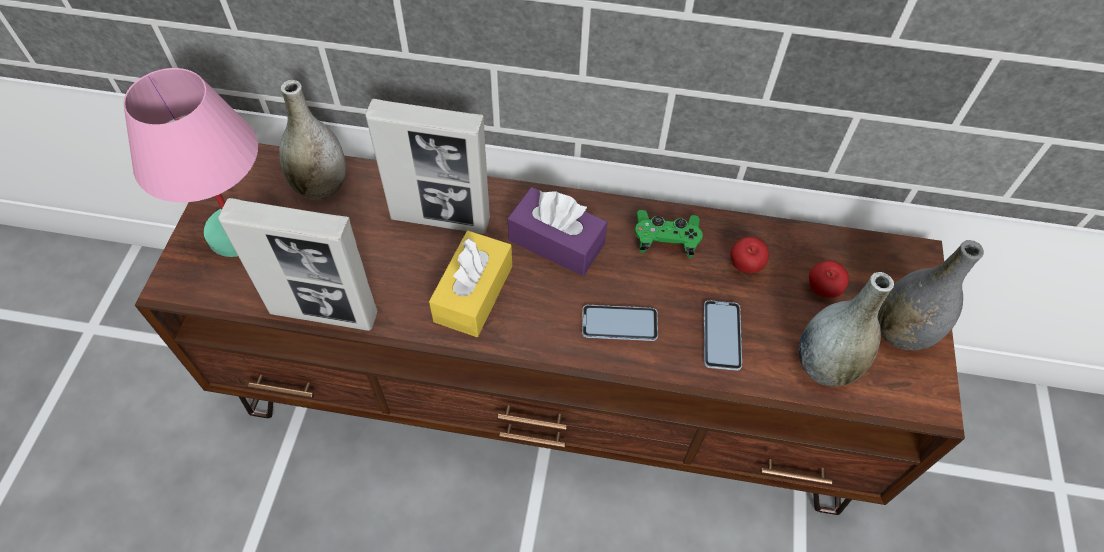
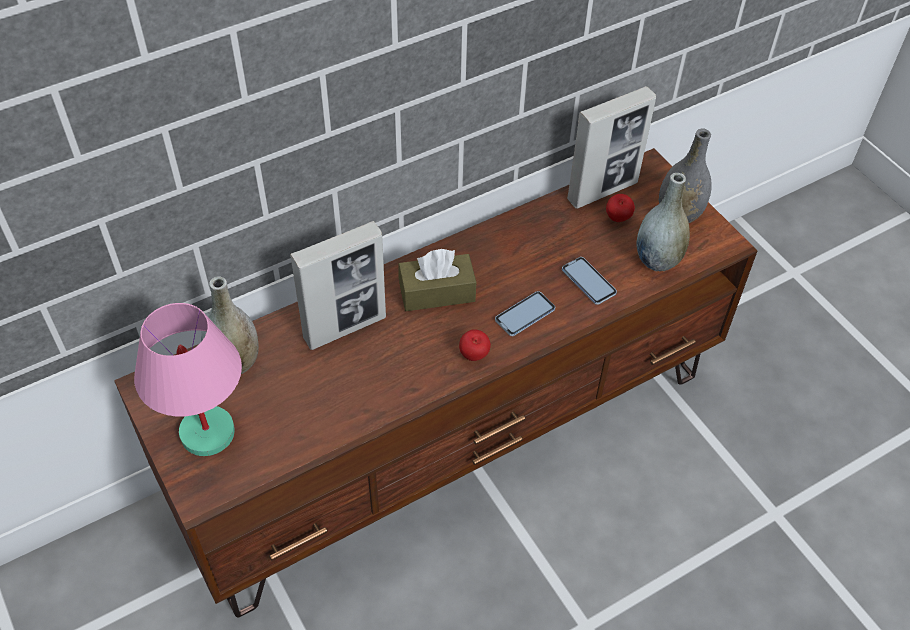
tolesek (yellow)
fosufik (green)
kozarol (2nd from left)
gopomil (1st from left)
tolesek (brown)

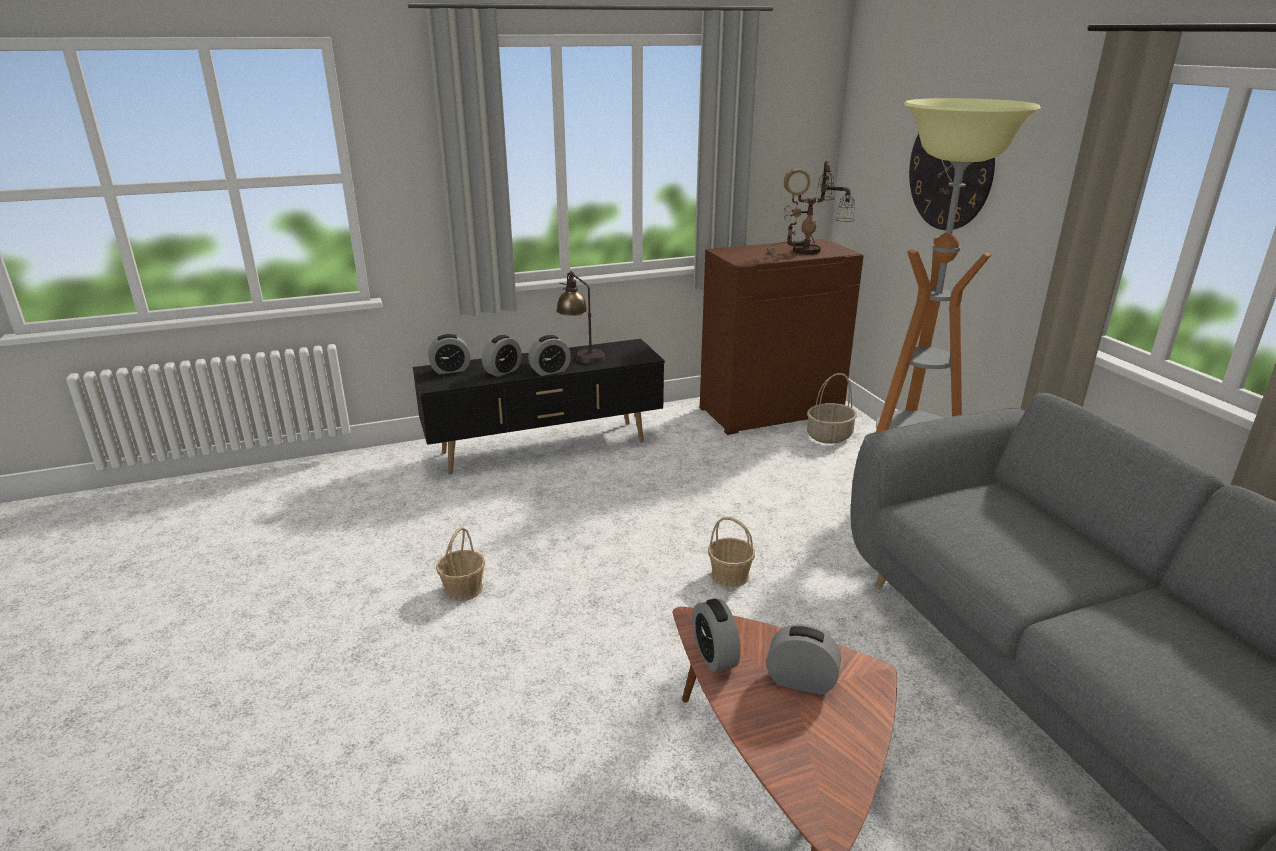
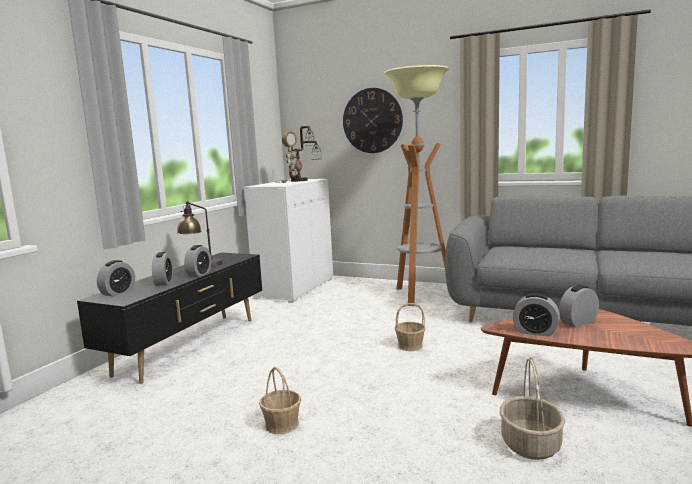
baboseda (3rd from left)
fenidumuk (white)

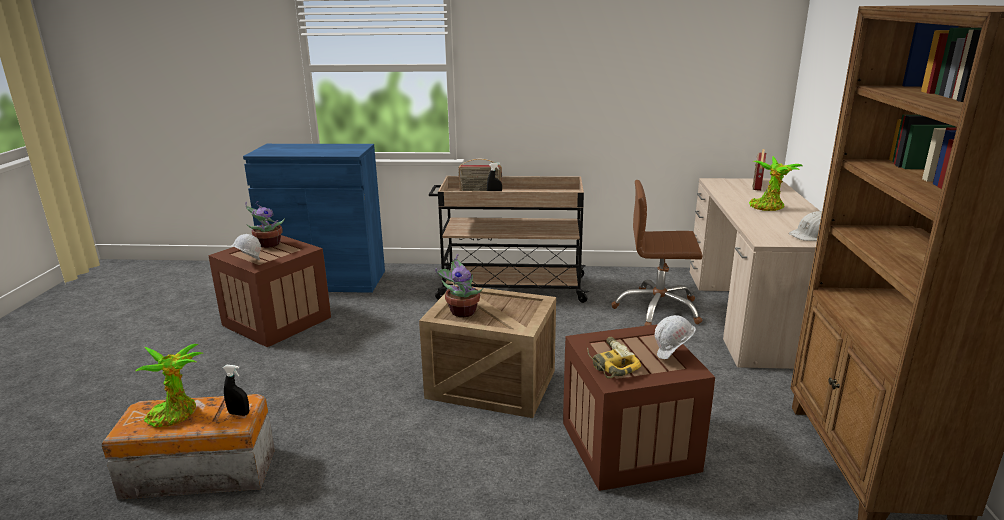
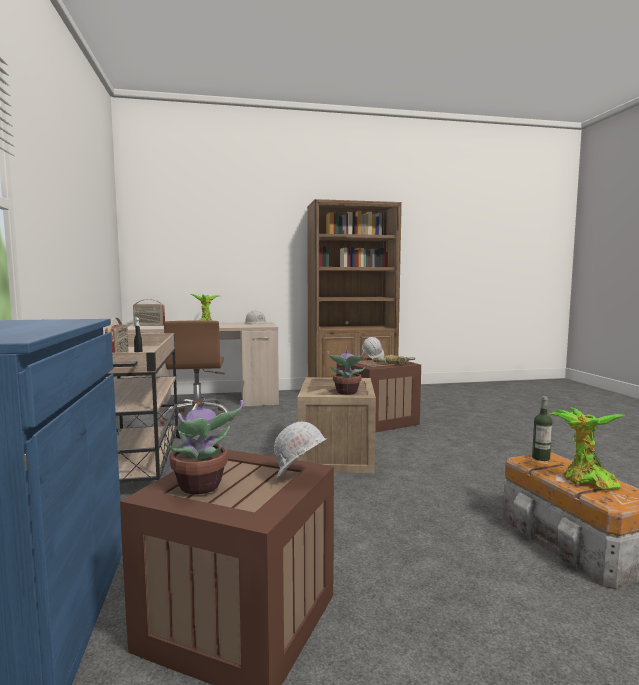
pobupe

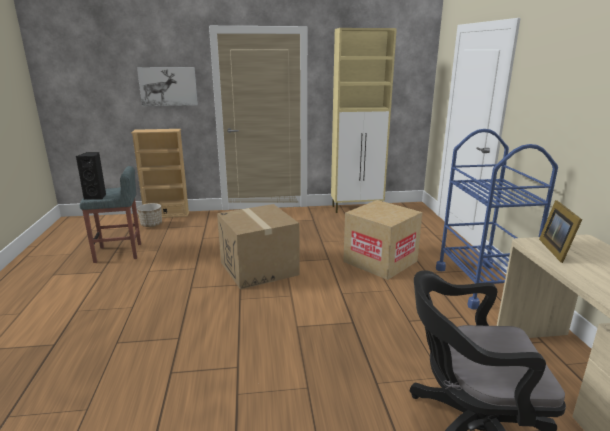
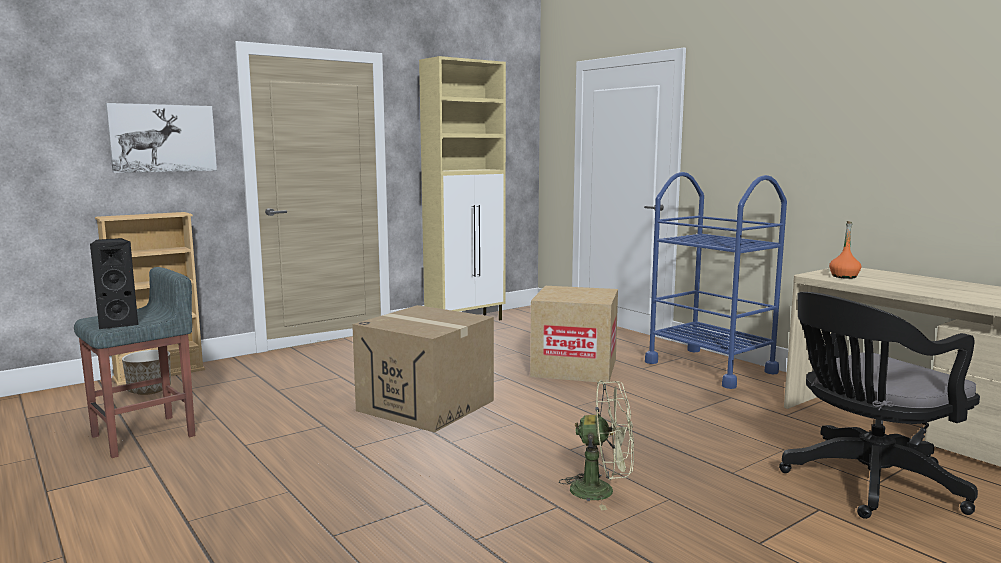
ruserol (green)
pobupe (orange)

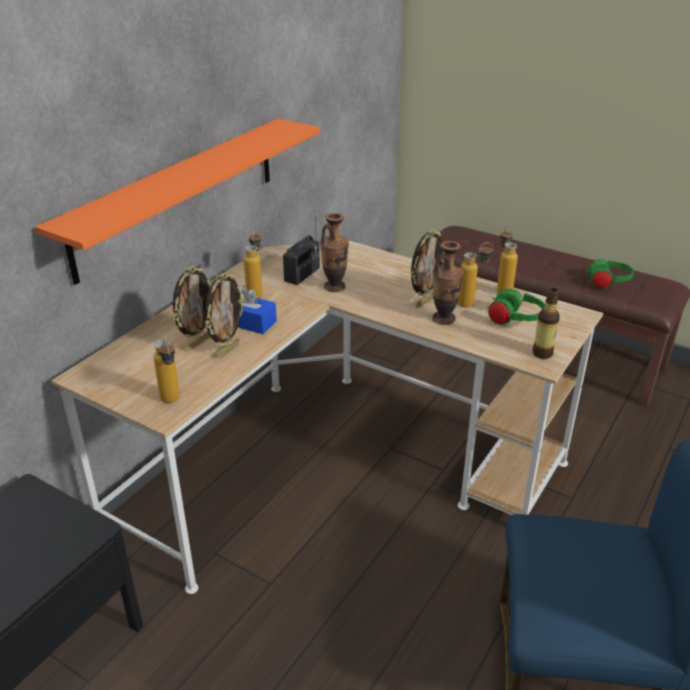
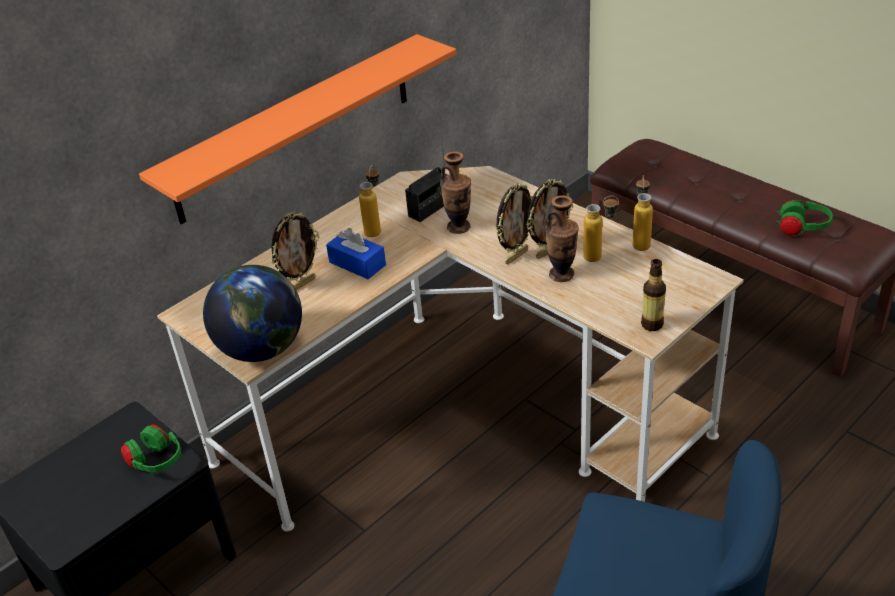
kozarol (2nd from left)
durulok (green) (1st from left)
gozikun

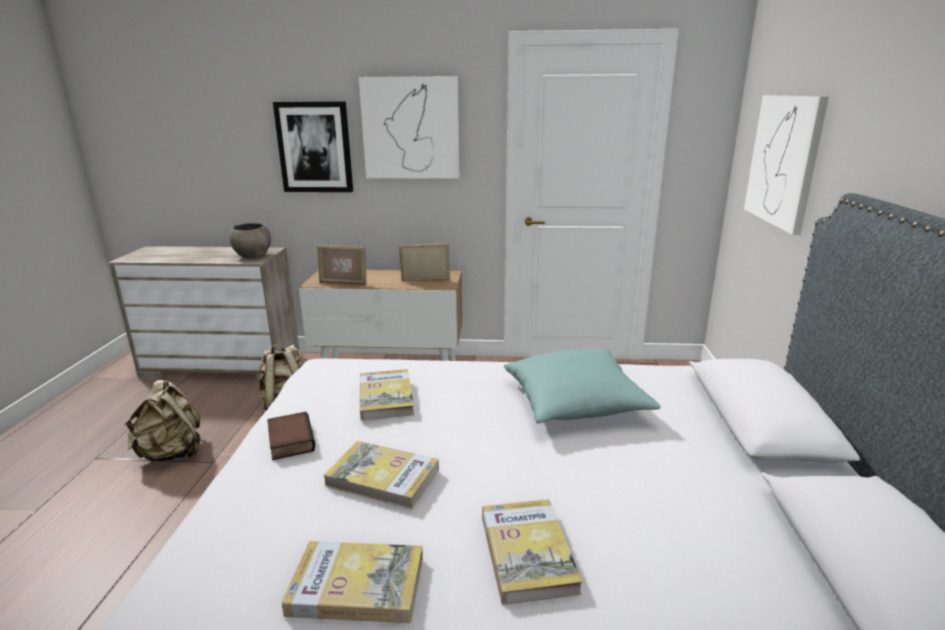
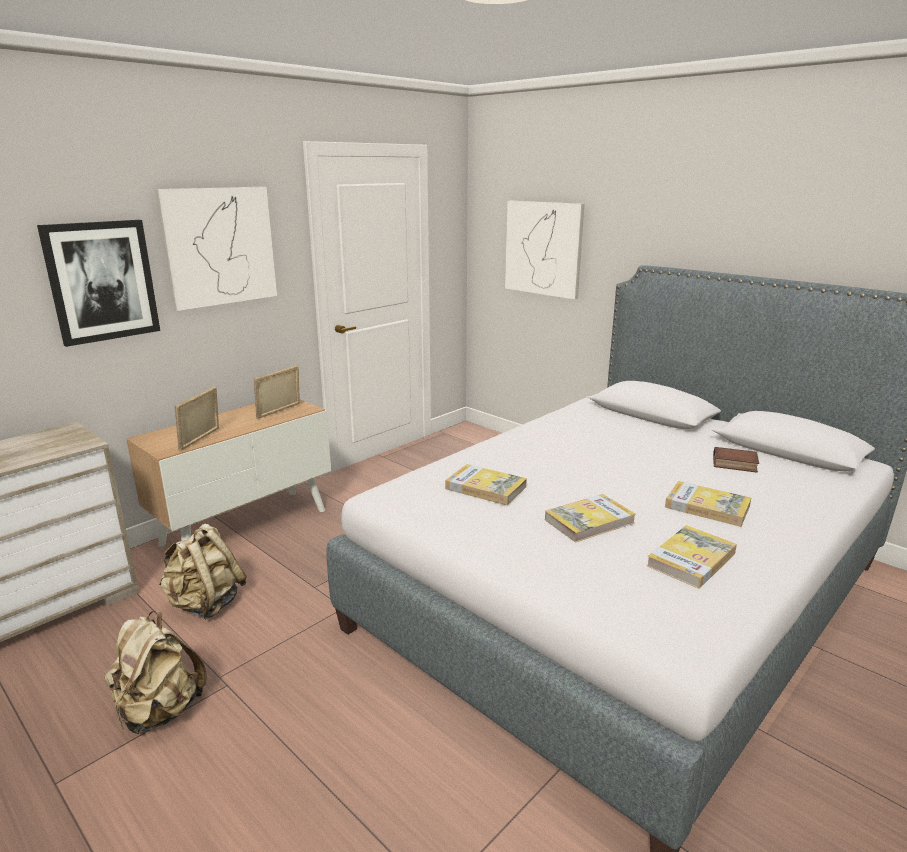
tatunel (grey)
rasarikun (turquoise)
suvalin (5th from left)
kozarol (1st from left)

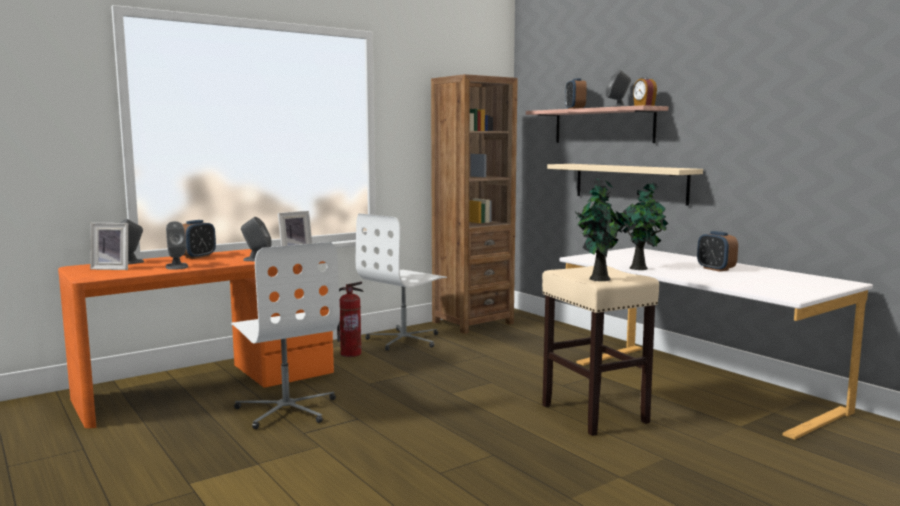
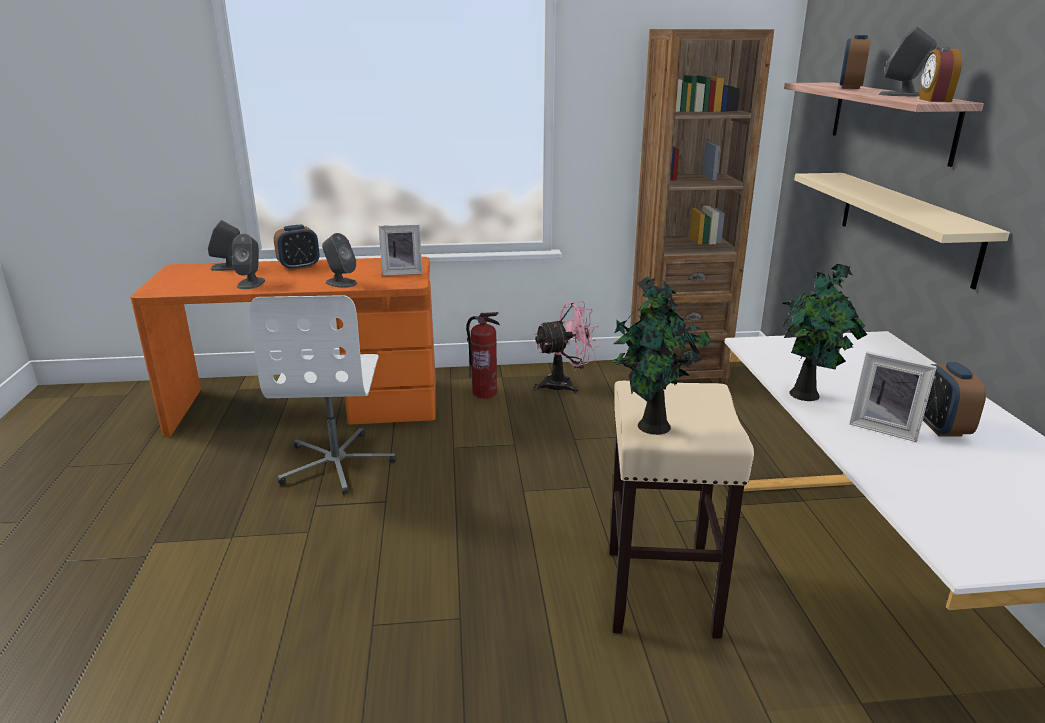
kozarol (2nd from left)
ruserol (pink)

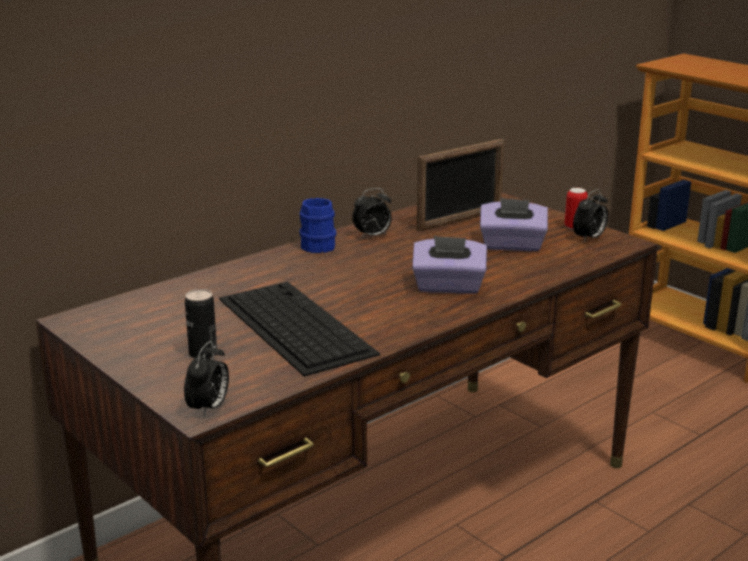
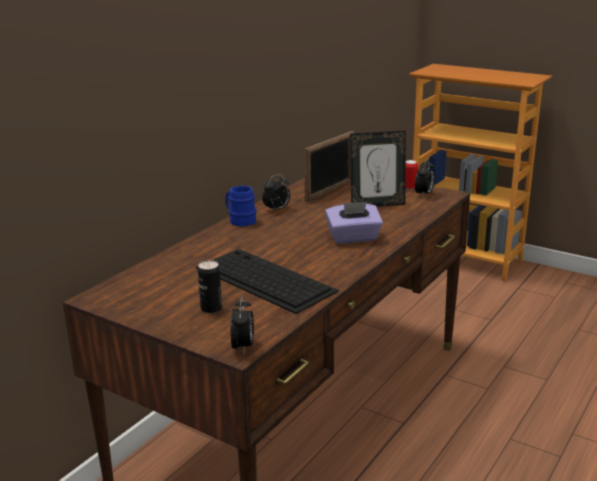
kozarol (2nd from left)

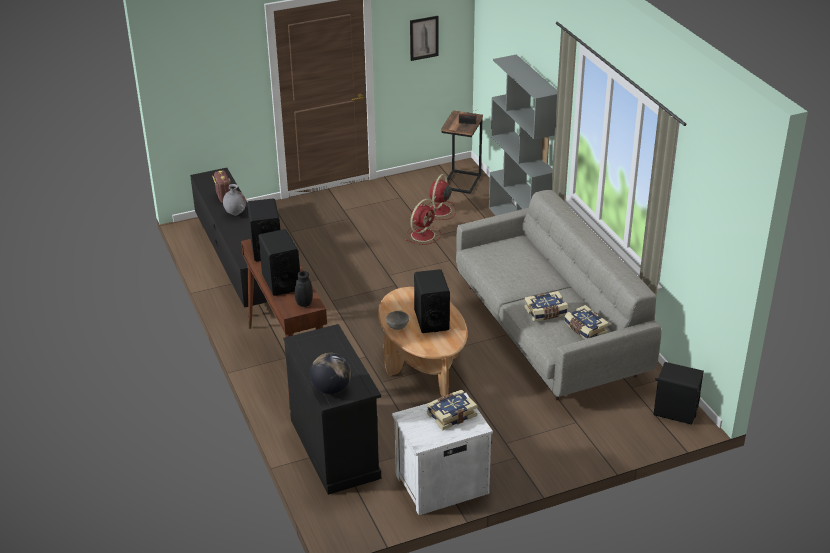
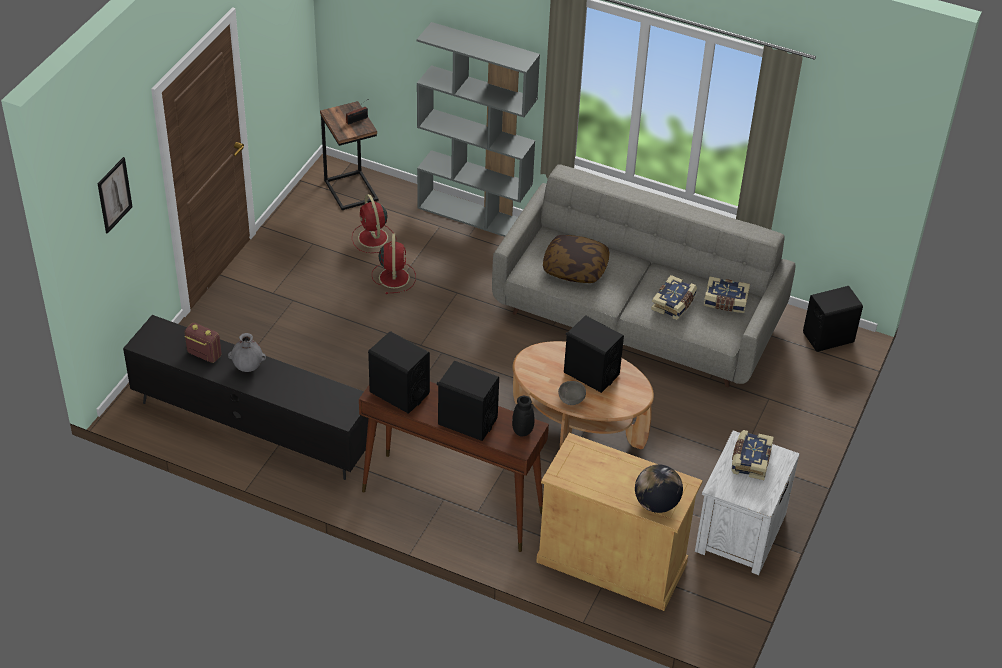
rasarikun
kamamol
fenidumuk (beige)

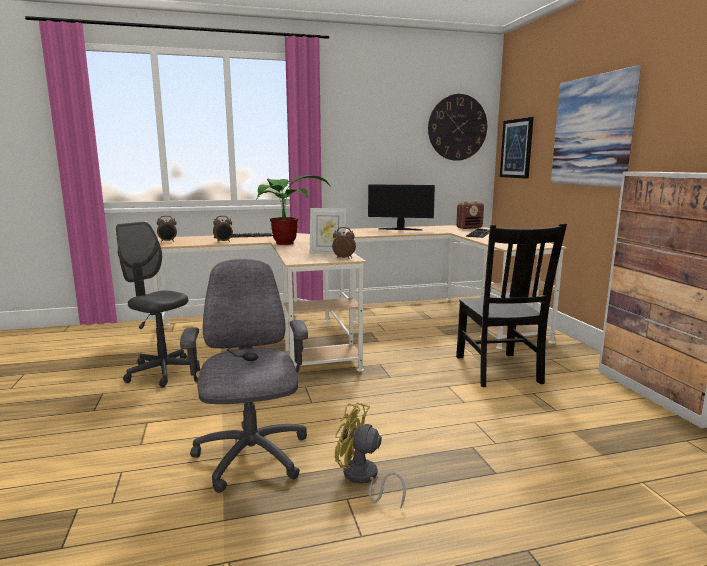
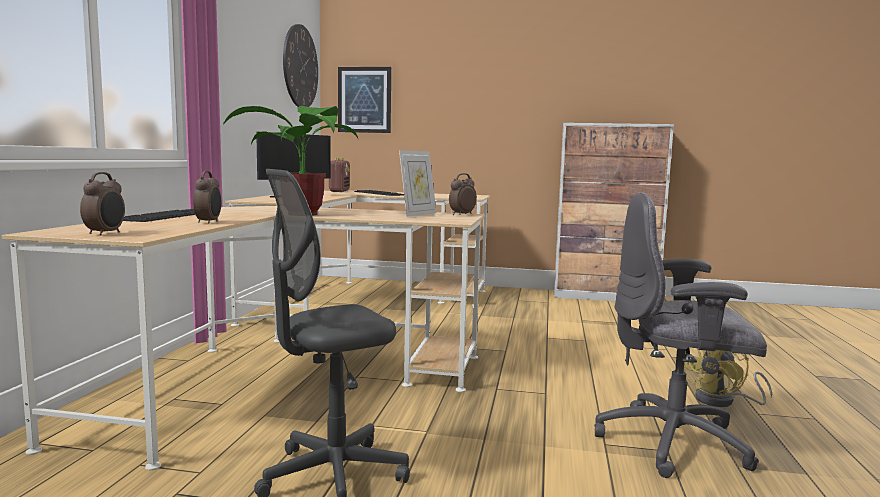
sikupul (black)
kamamol (2nd from left in the first image)

